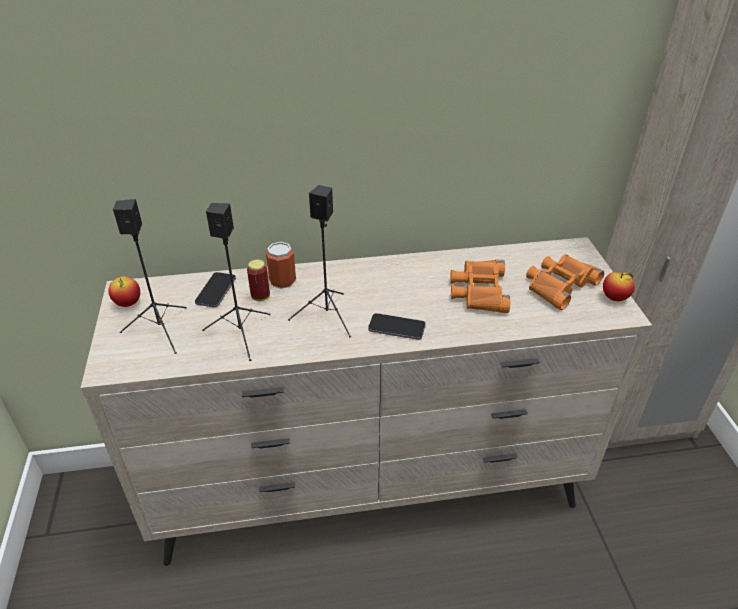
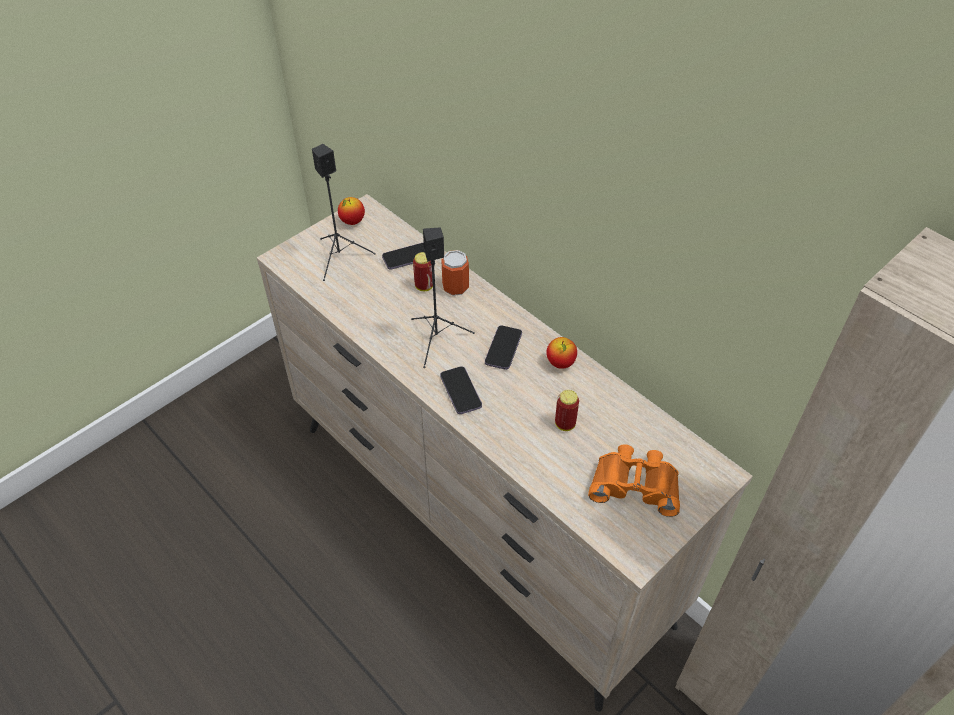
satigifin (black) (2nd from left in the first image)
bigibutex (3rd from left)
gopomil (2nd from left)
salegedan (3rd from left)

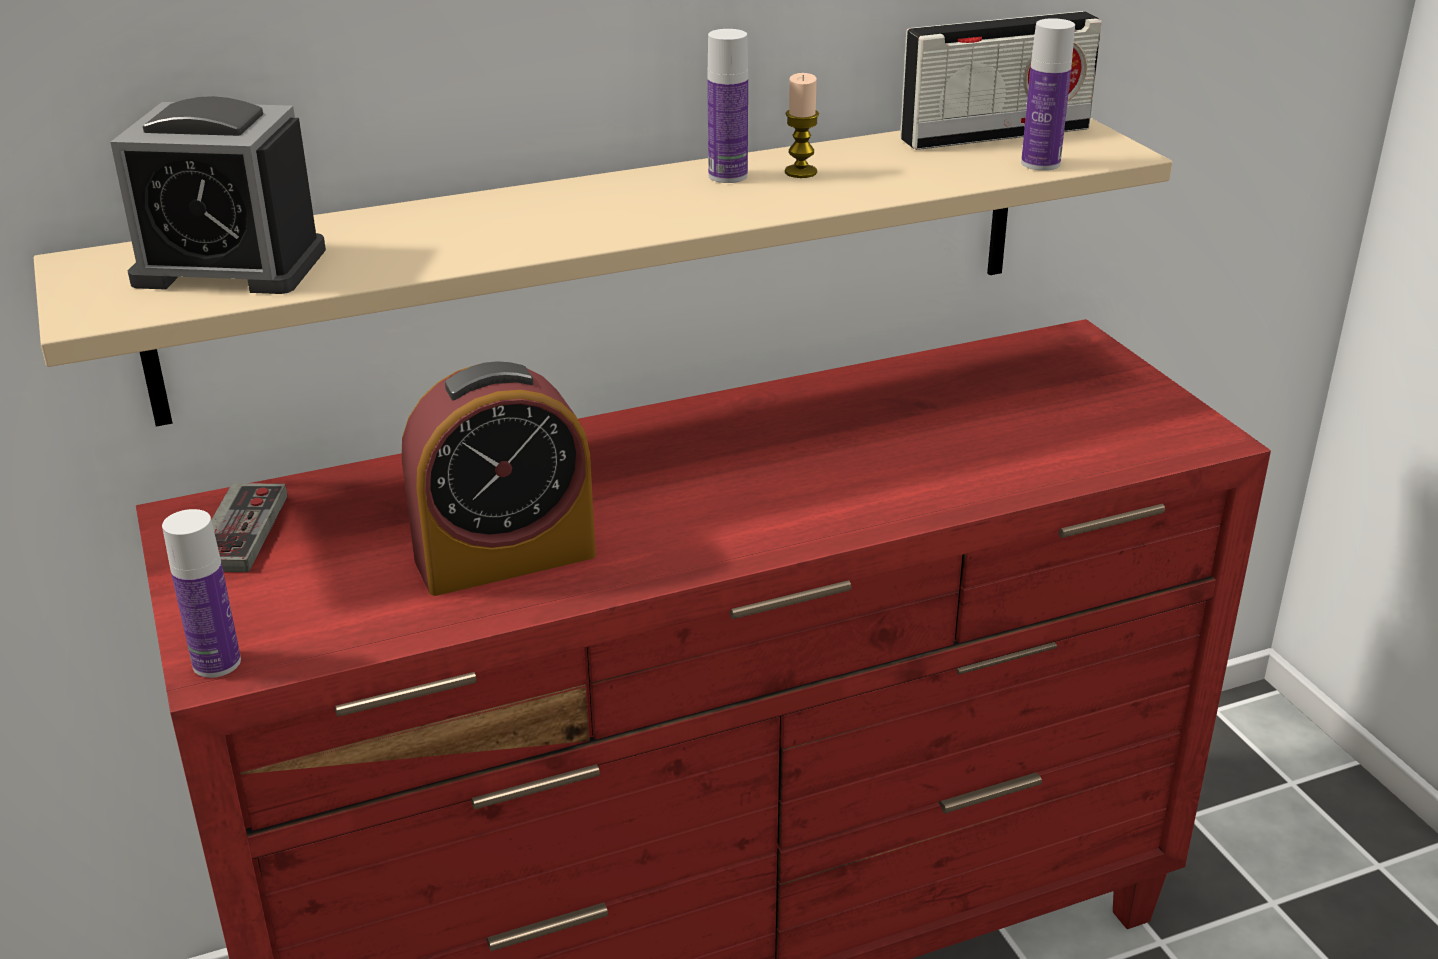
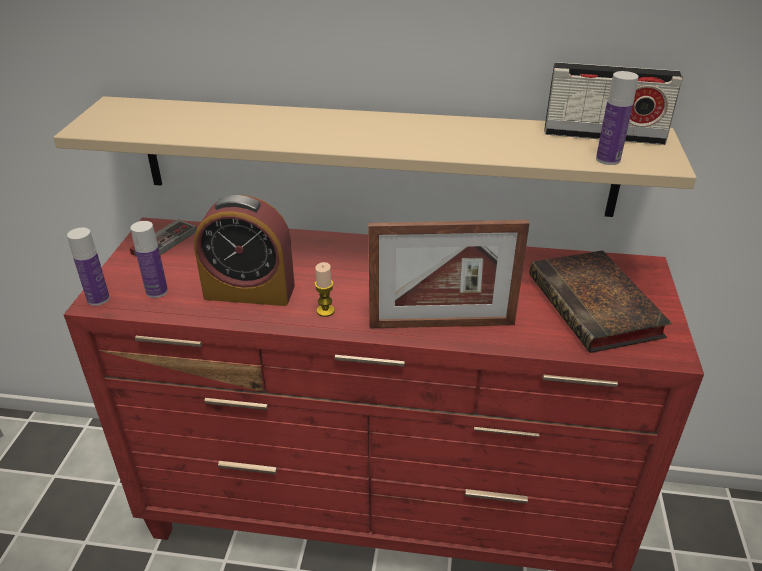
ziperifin (1st from left in the first image)
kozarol
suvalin
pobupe (2nd from left)
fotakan

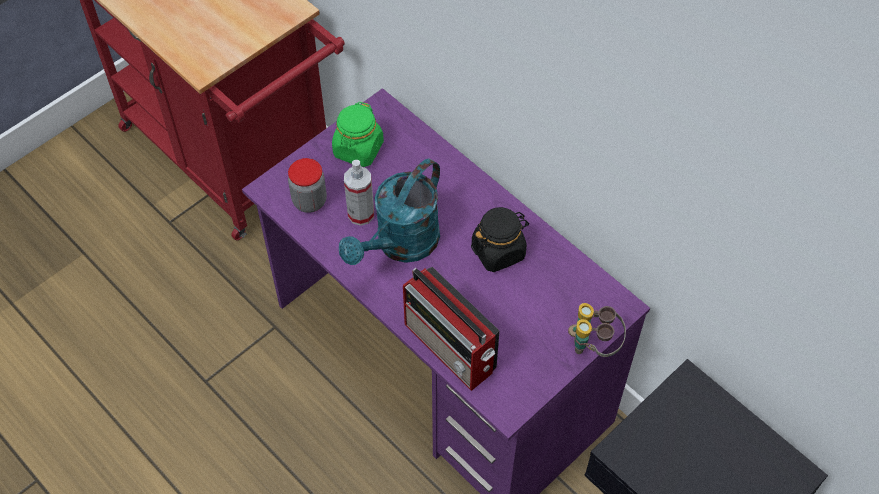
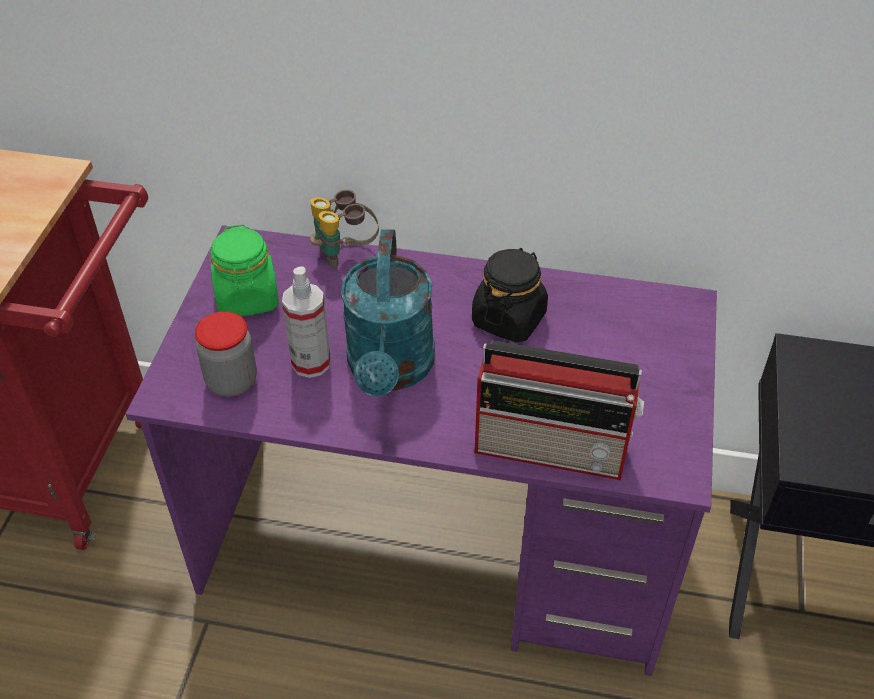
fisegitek

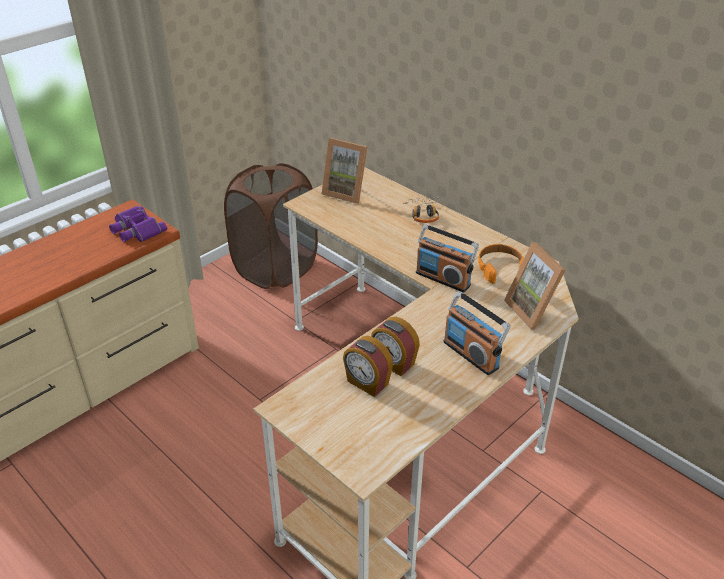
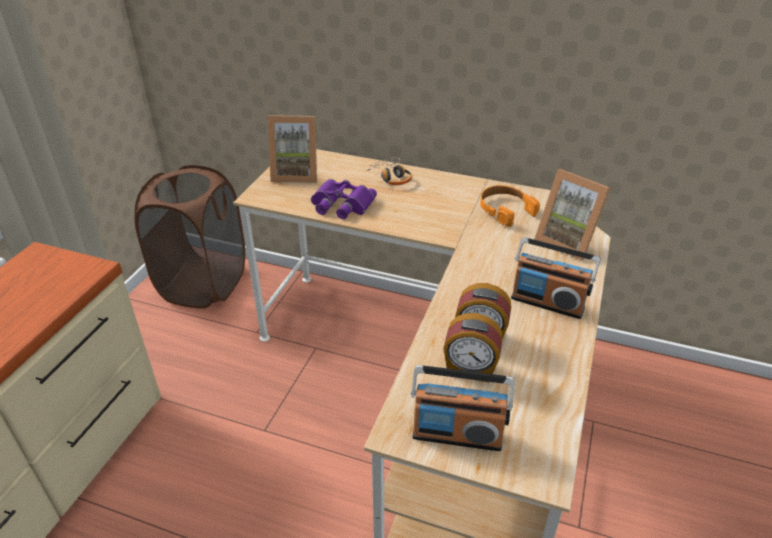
fisegitek (purple)
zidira (1st from left)

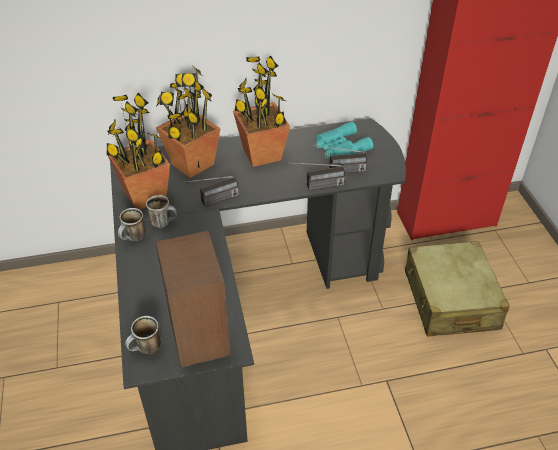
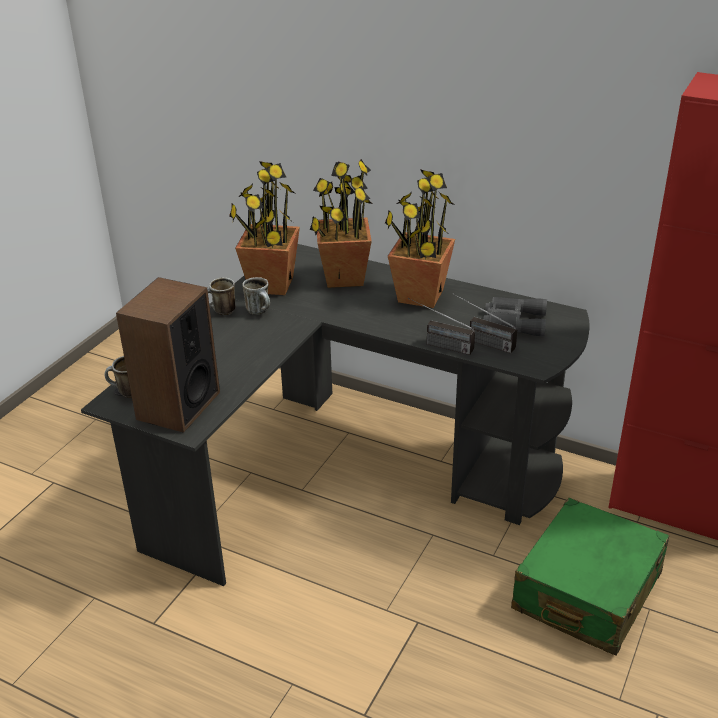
zidira (1st from left in the first image)
fisegitek (grey)
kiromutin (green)

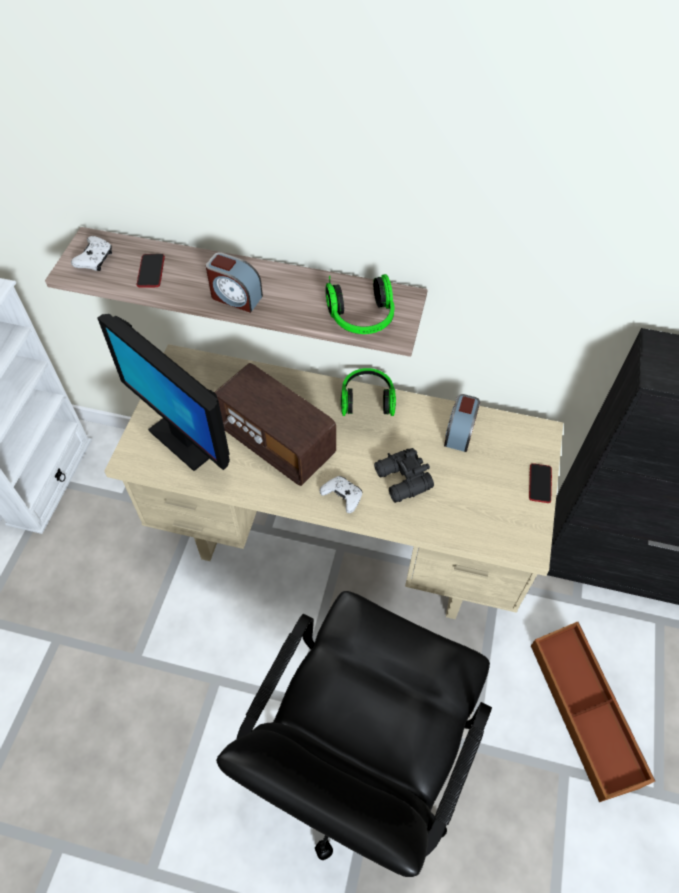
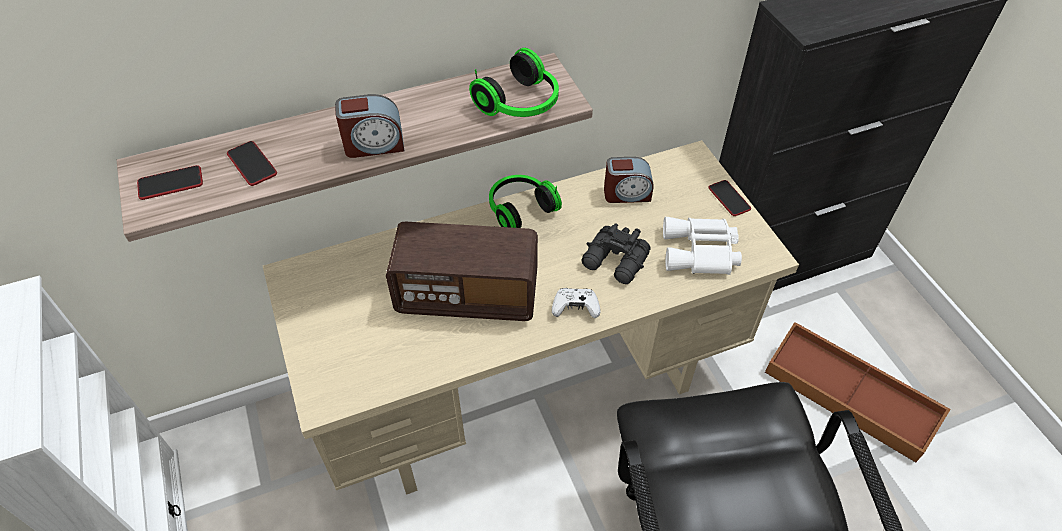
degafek
fisegitek (white)
bigibutex (1st from left)
ziperifin (2nd from left)

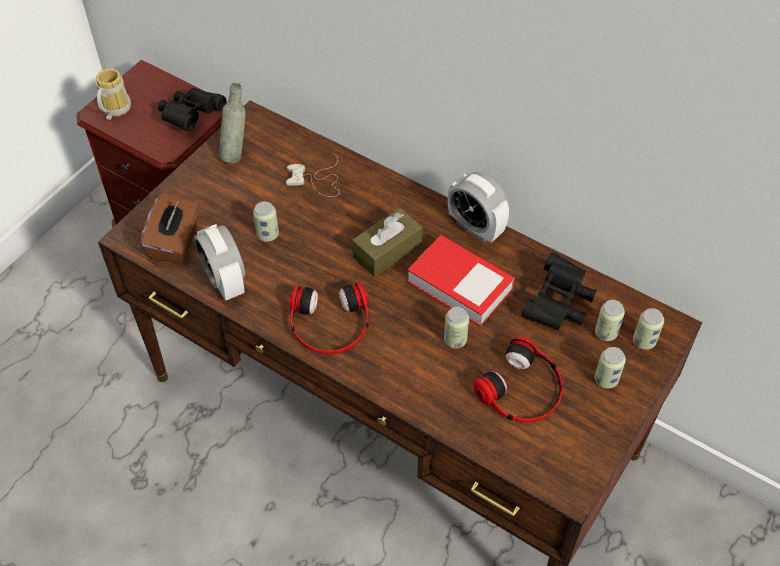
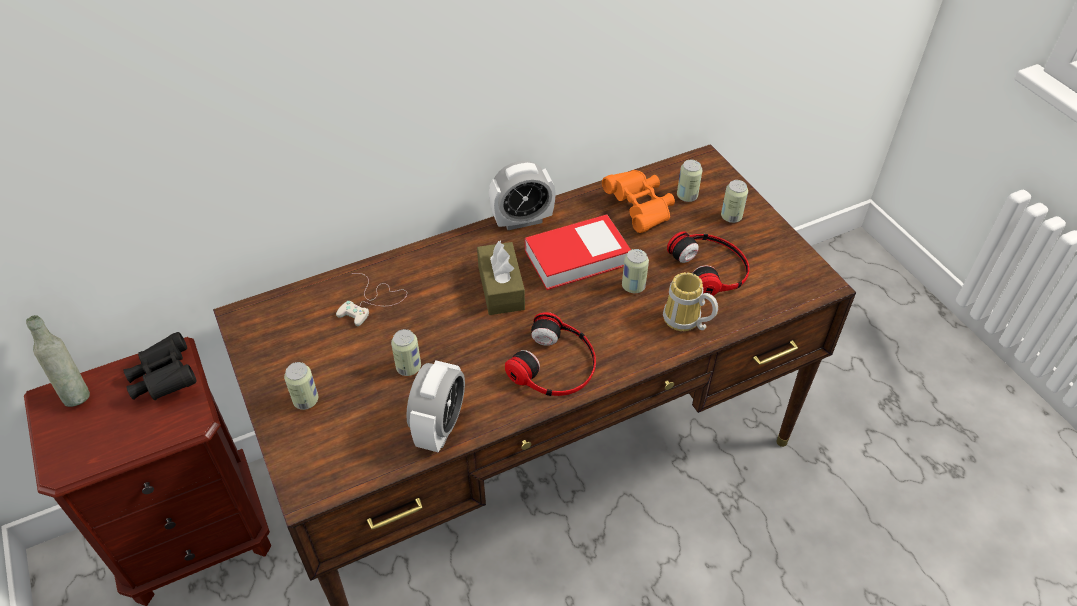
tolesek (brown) (1st from left in the first image)
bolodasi
pobupe (grey)
salegedan (1st from left)
fisegitek (orange)
ziperifin (1st from left)

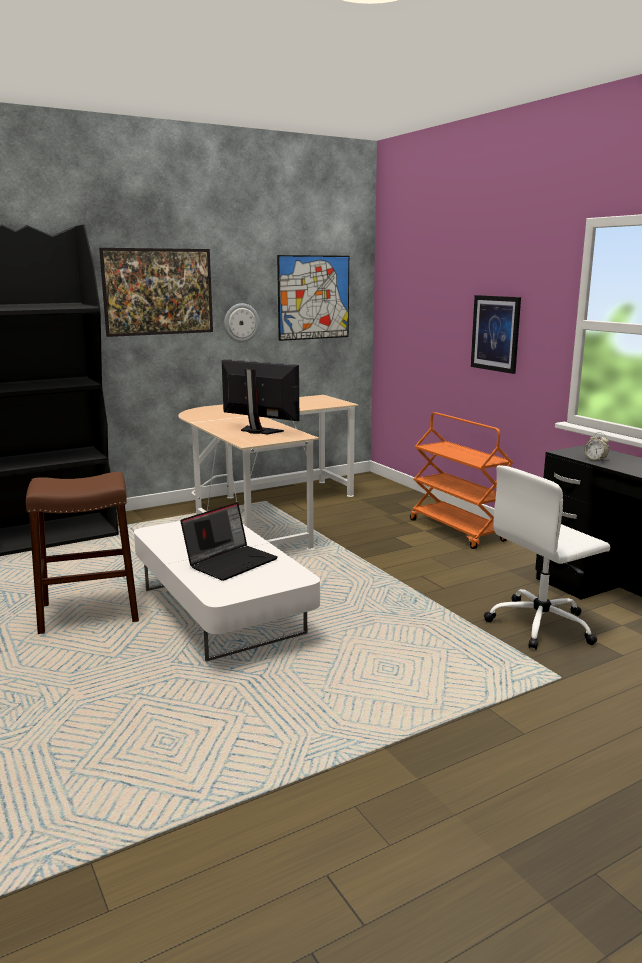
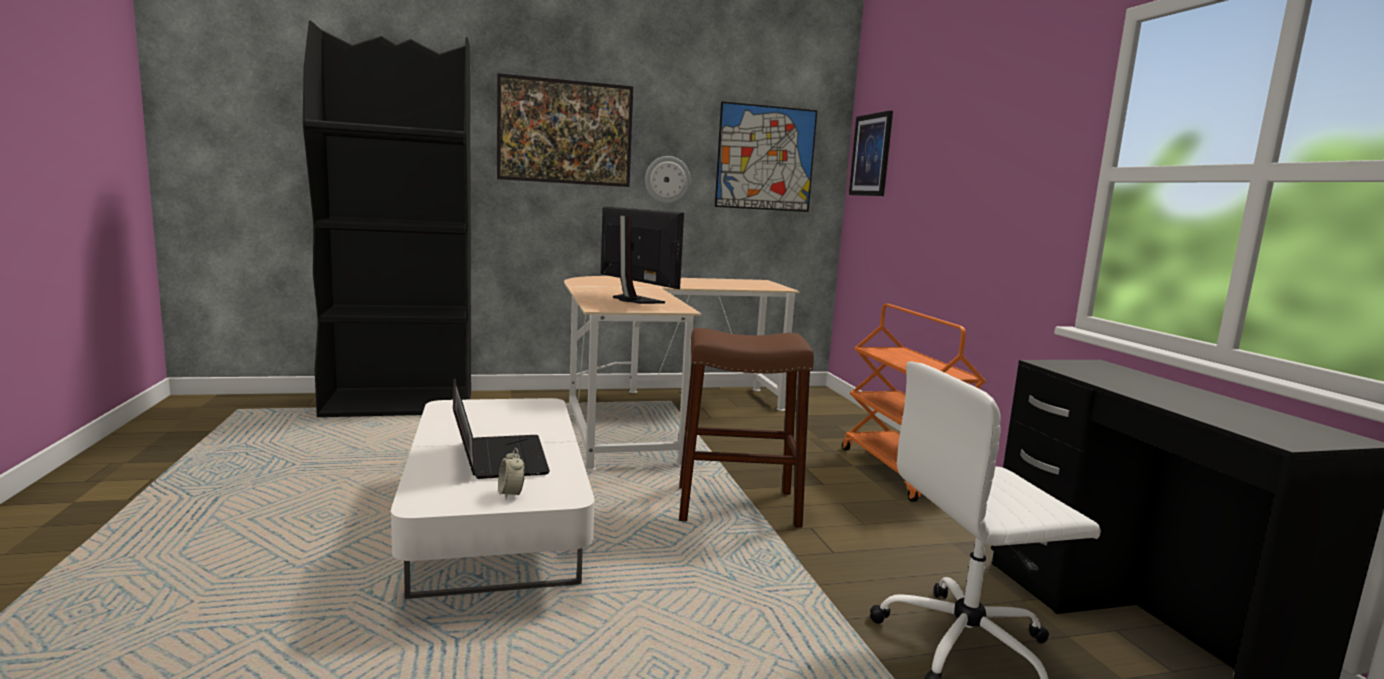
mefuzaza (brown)
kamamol (3rd from left)
ziperifin
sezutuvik

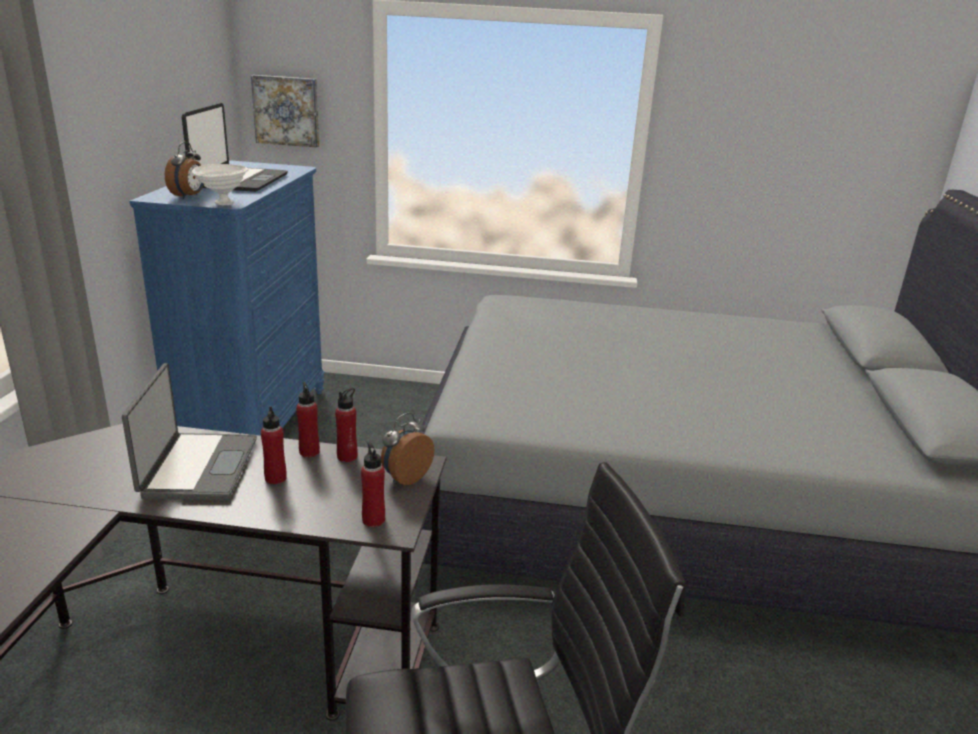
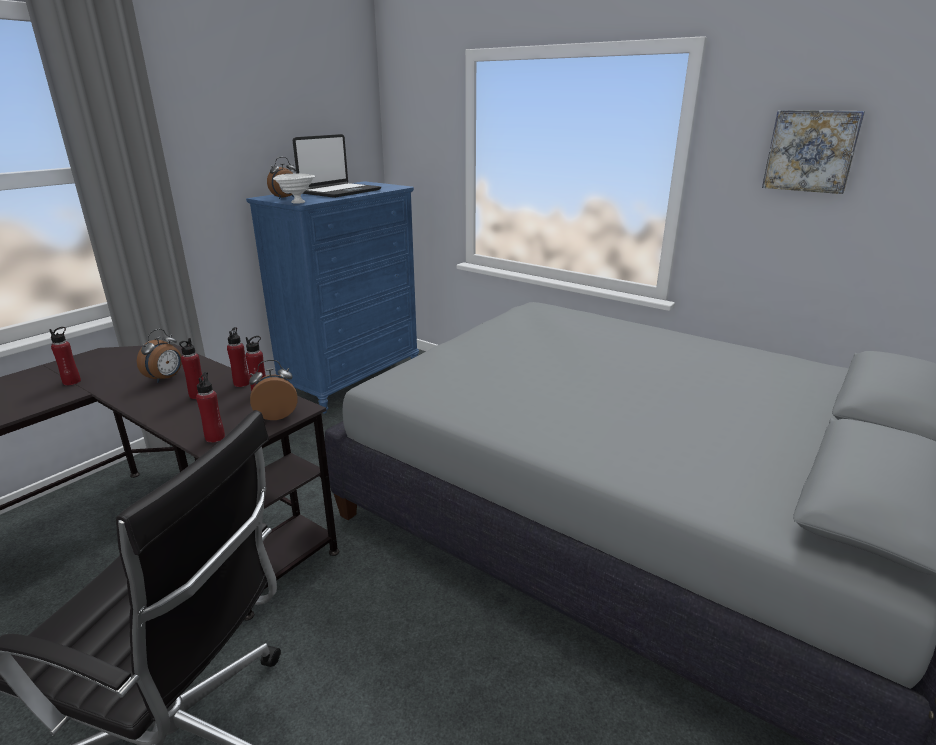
pobupe (red) (1st from left)
kamamol
ziperifin (1st from left)

